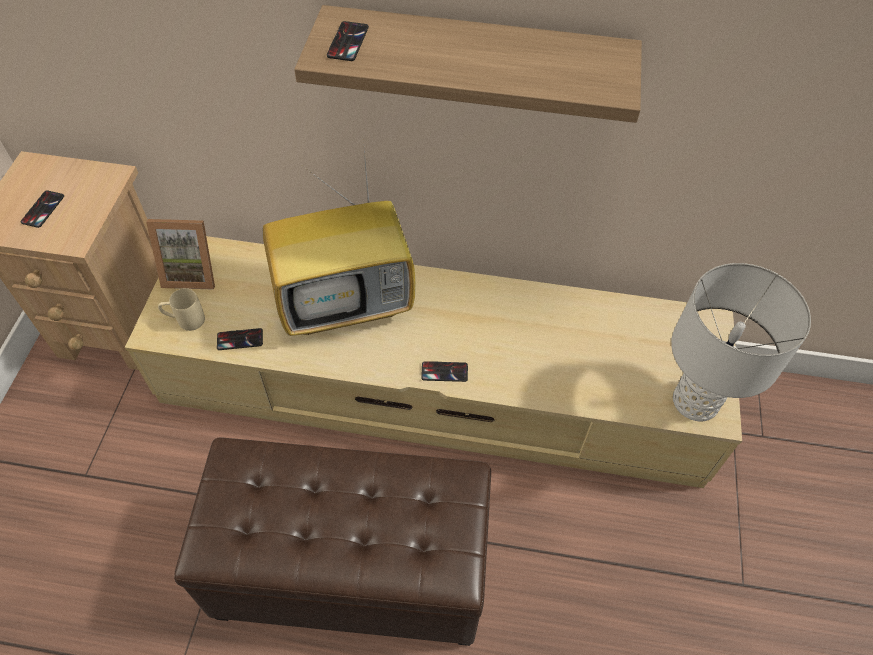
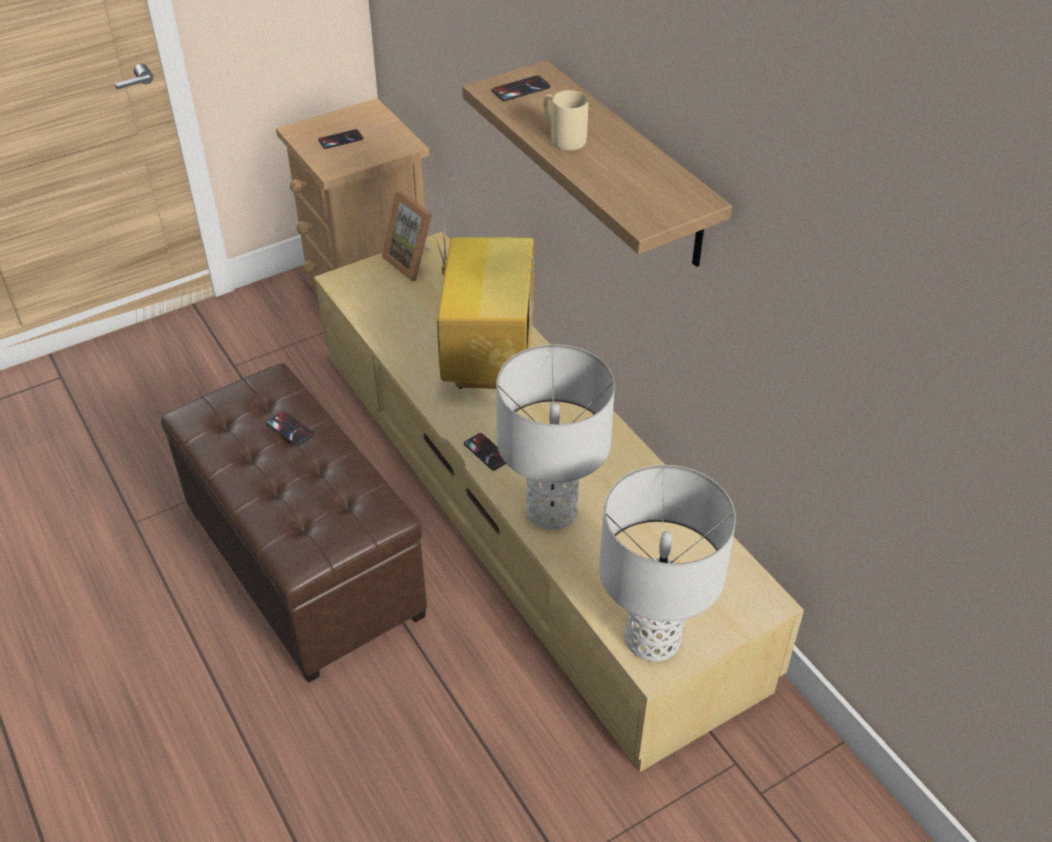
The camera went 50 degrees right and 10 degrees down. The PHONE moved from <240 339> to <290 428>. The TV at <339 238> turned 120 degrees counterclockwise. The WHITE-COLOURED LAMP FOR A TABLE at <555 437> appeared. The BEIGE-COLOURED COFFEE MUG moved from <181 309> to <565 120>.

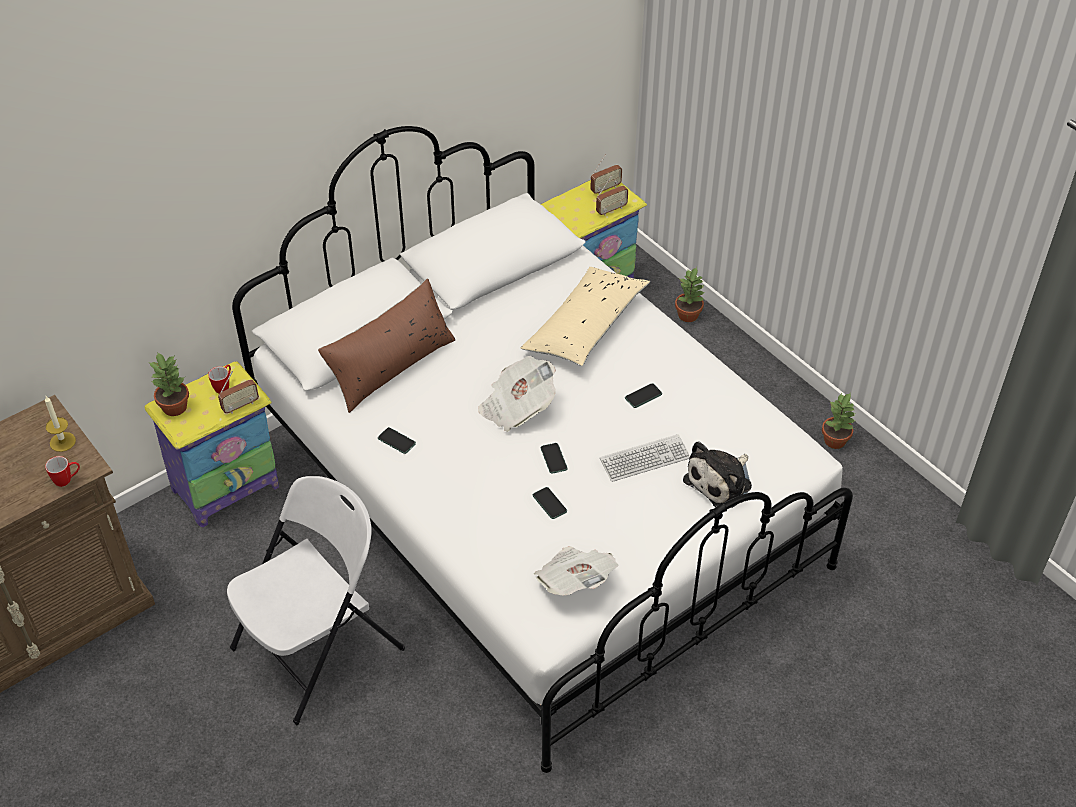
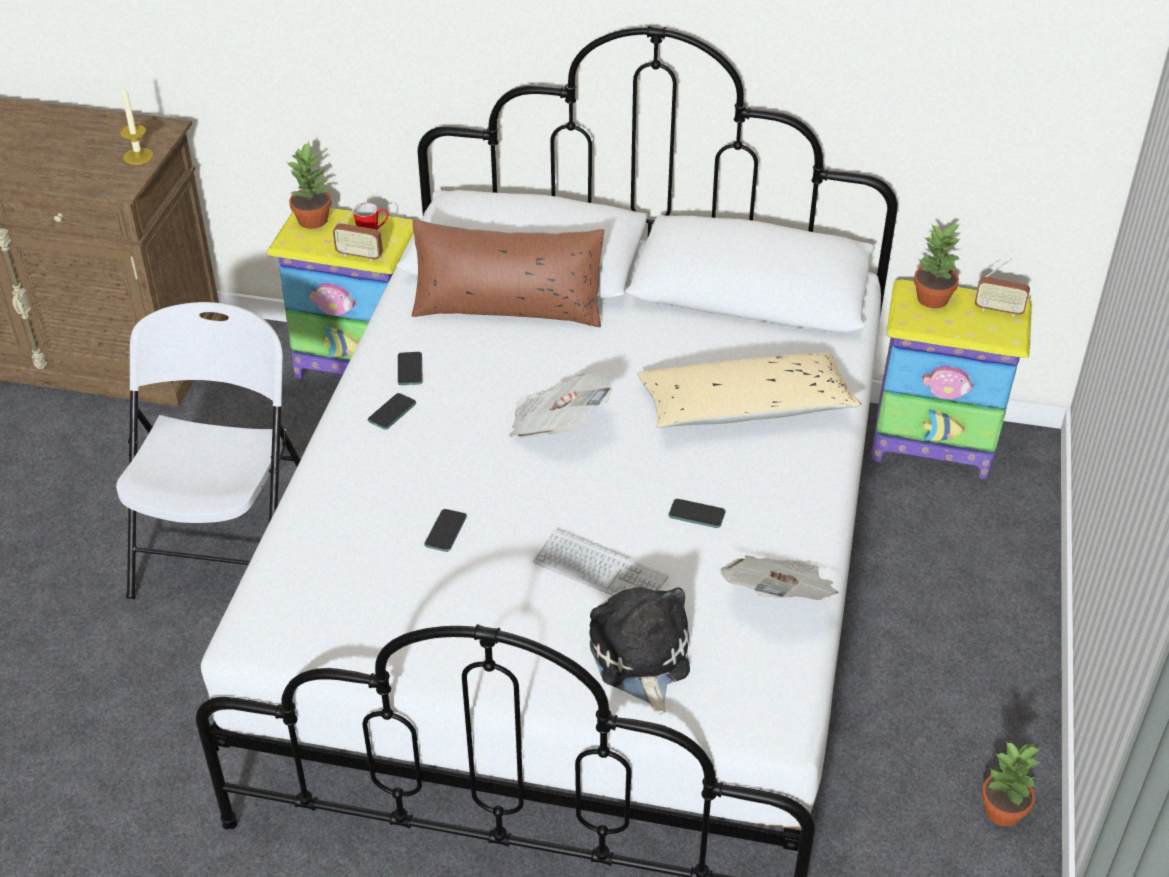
The camera went 50 degrees right and 5 degrees down. The WHITE-COLOURED PLAIN CHAIR at <316 600> turned 90 degrees counterclockwise. The PHONE moved from <554 458> to <392 411>. The SOFT TOY at <717 474> turned 75 degrees clockwise. The DAILY PAPER moved from <576 570> to <779 577>. The POTTED PLANT moved from <690 294> to <937 266>. The COFFEE MUG at <62 471> disappeared. The RADIO at <612 195> disappeared.

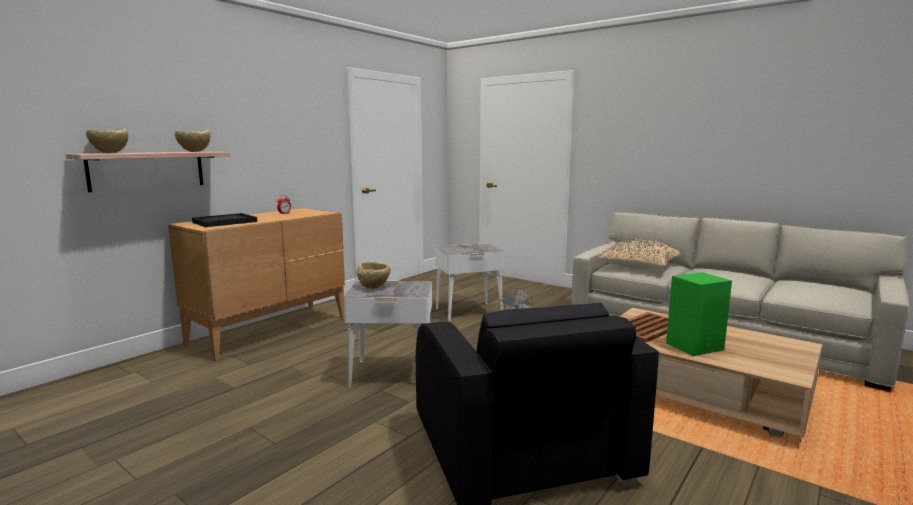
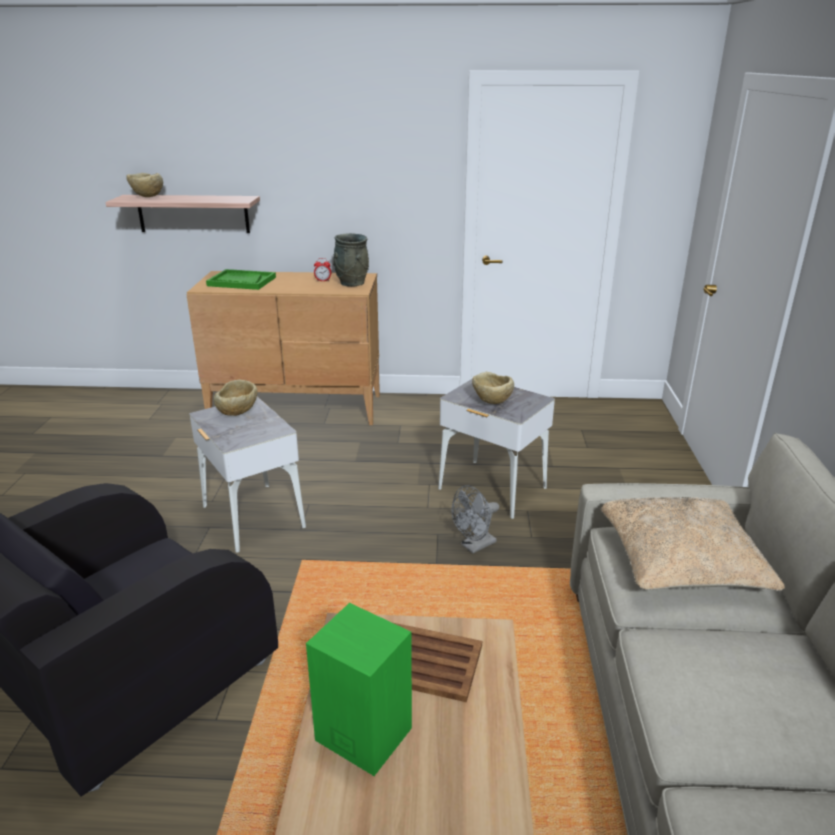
The camera went 55 degrees right and 15 degrees up. The BLACK TRAY at <224 220> became the GREENISH TRAY at <241 279>. The GRAY VASE at <351 260> appeared. The BEIGE-COLOURED DEEP DISH moved from <193 141> to <493 388>.

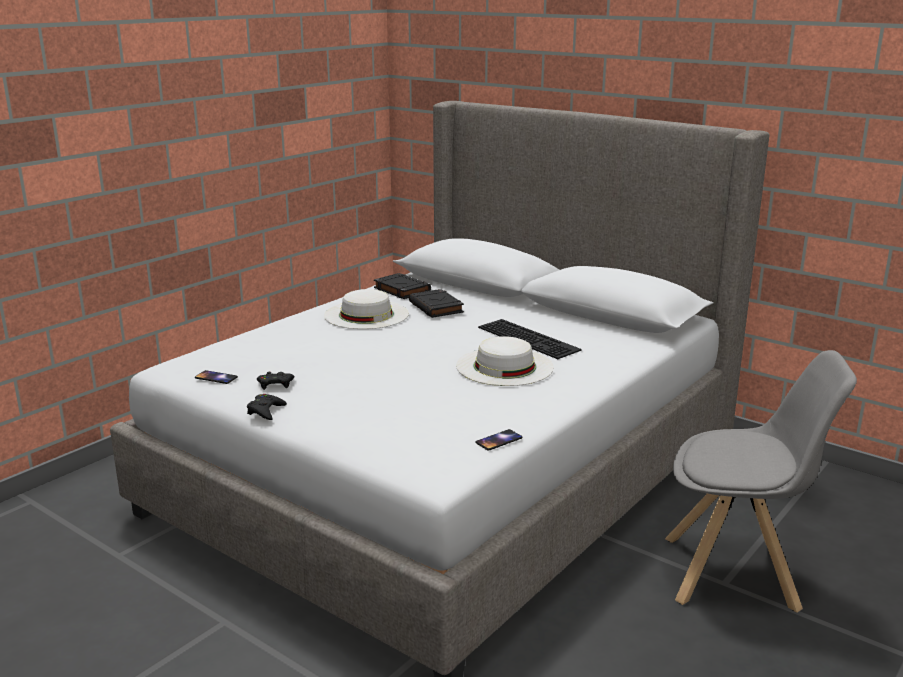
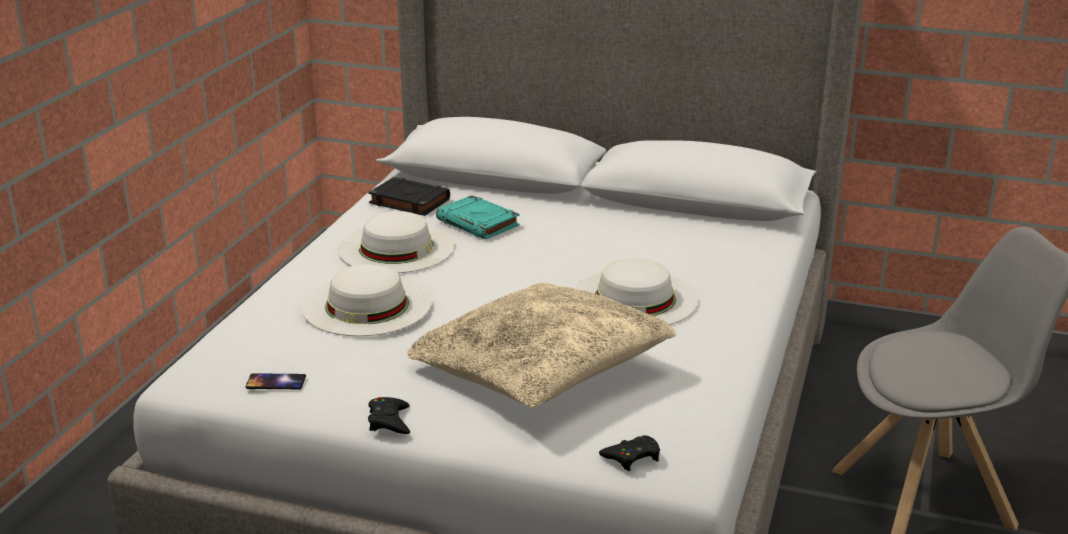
The camera went 20 degrees left and 5 degrees up. The WHITE-COLOURED CLOTHING HAT at <366 300> appeared. The BEIGE-COLOURED CUSHION at <541 345> appeared. The BLACK BOUND BOOK at <436 303> became the TURQUOISE BOUND BOOK at <478 217>. The BLACK JOYPAD moved from <275 381> to <629 453>. The PHONE at <499 440> disappeared. The KEYBOARD at <530 339> disappeared.

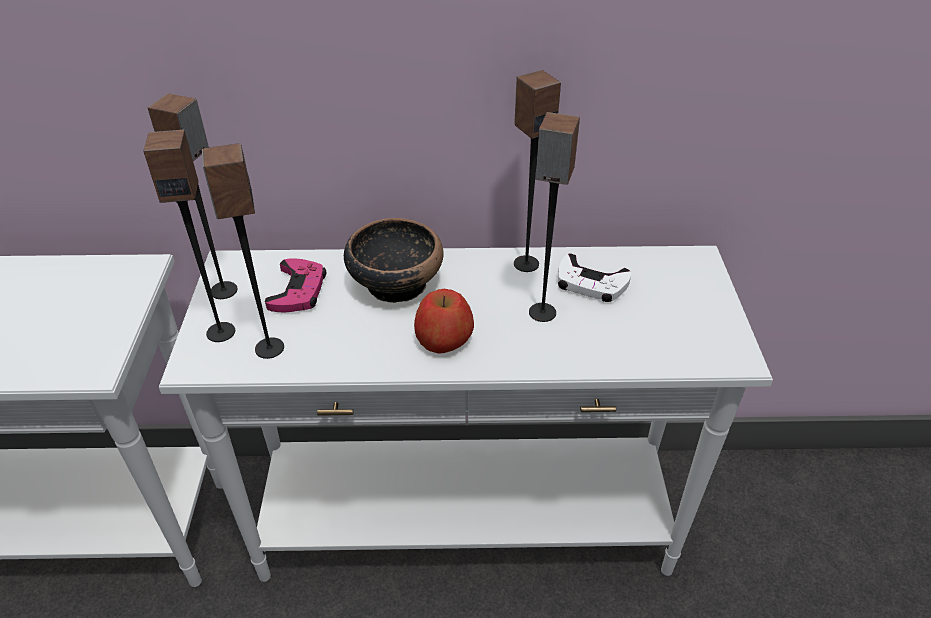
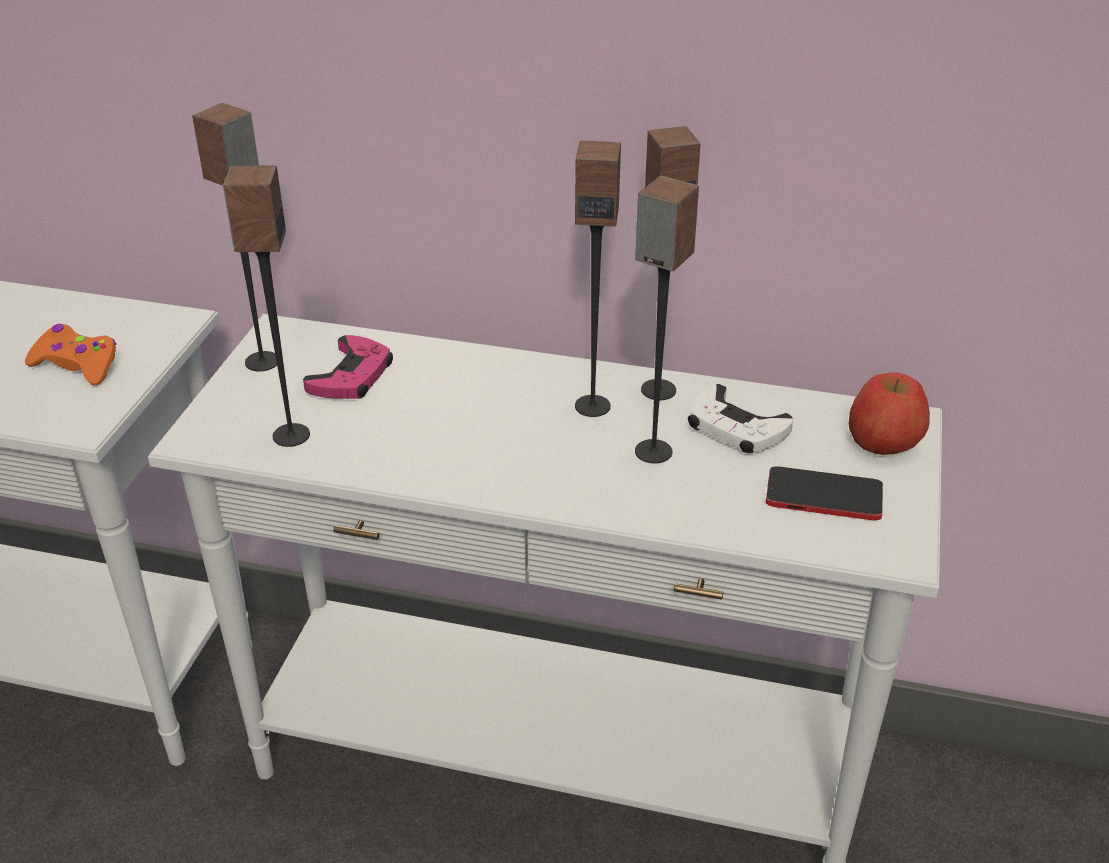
The camera went 15 degrees right and 5 degrees down. The ORANGEY JOYPAD at <71 355> appeared. The AUDIO SPEAKER moved from <189 236> to <598 278>. The PHONE at <824 493> appeared. The APPLE moved from <444 321> to <889 414>. The DEEP DISH at <394 260> disappeared.

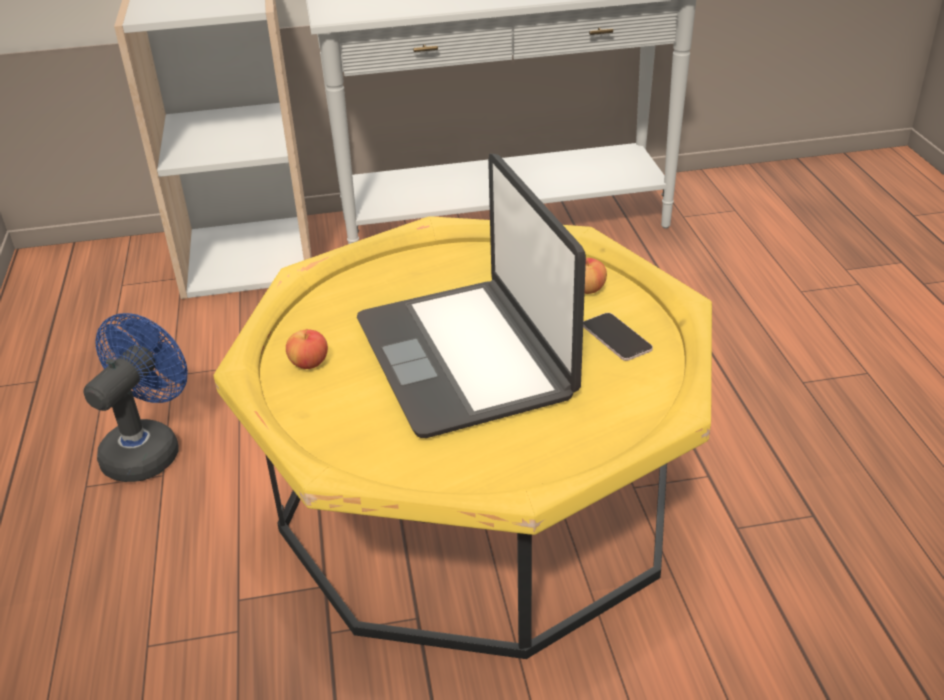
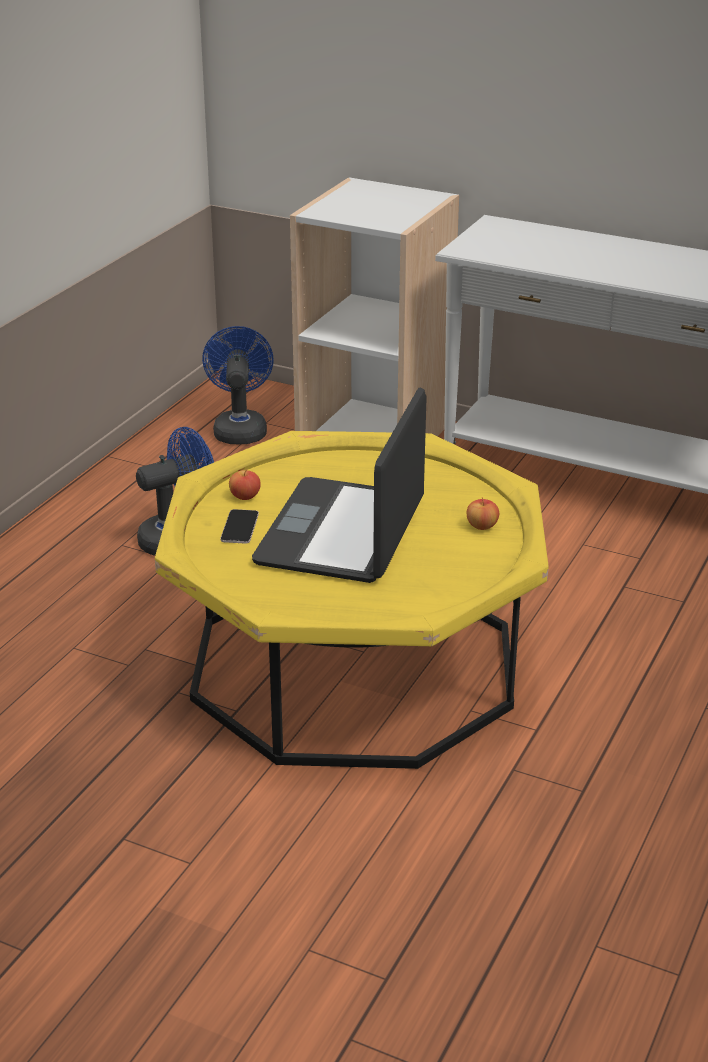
The camera went 35 degrees right and 5 degrees down. The BLUE COOLING FAN at <238 385> appeared. The PHONE moved from <618 337> to <239 526>.

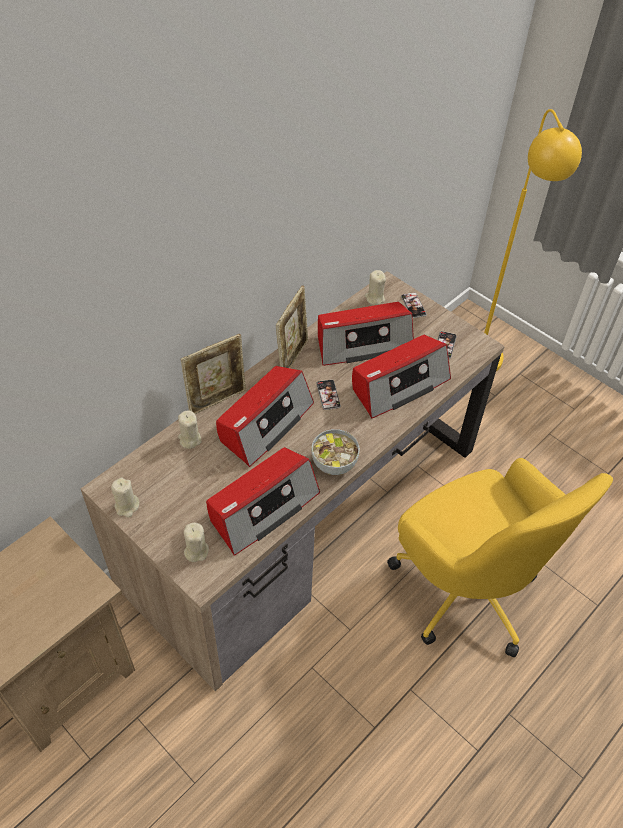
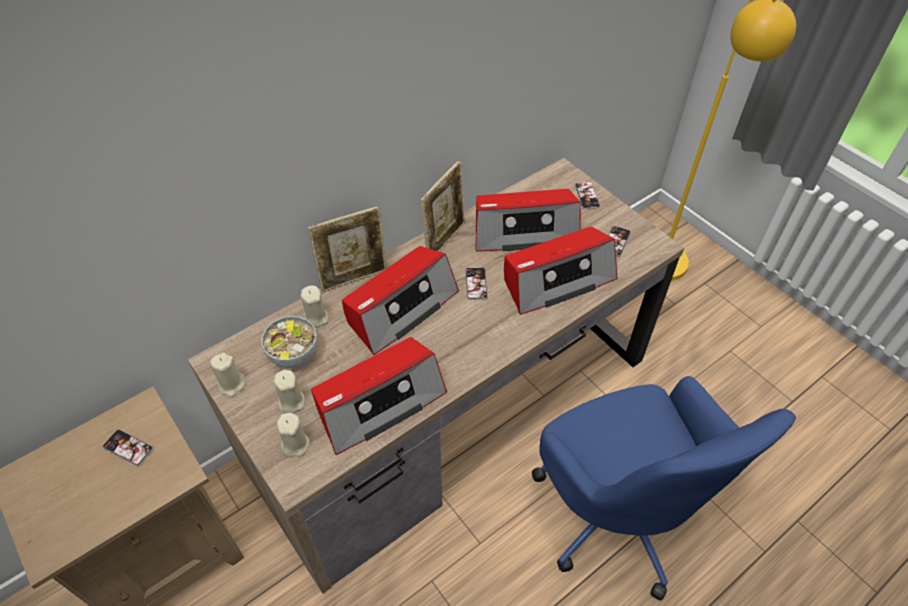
The camera went 10 degrees right and 0 degrees up. The PHONE at <128 447> appeared. The DEEP DISH moved from <335 452> to <289 342>. The BEIGE-COLOURED WAX LIGHT moved from <375 287> to <289 391>. The YELLOWISH COMPUTER CHAIR at <500 557> became the BLUE COMPUTER CHAIR at <664 488>.

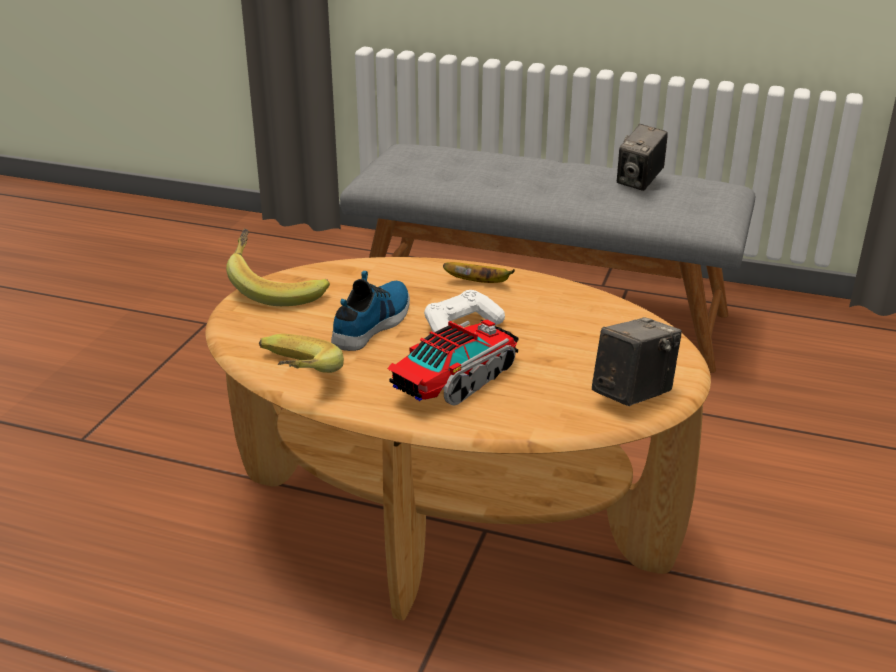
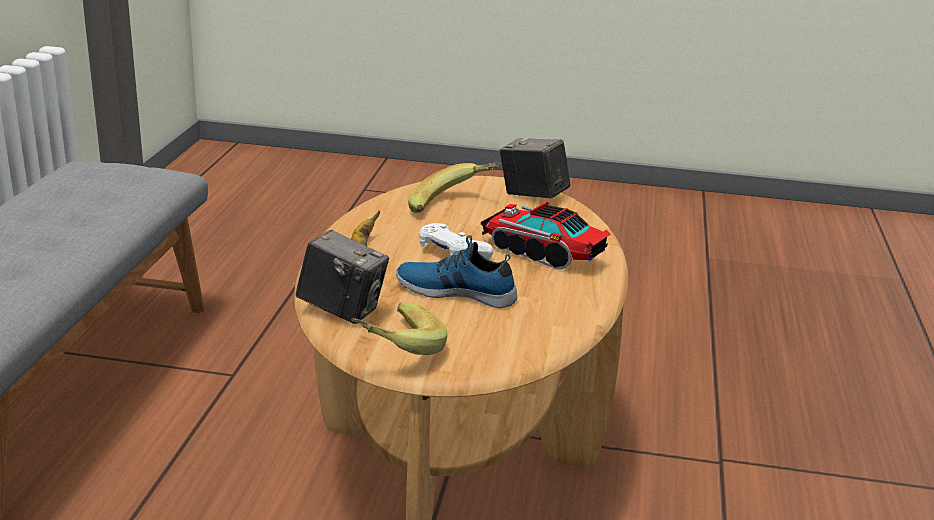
The camera went 100 degrees left and 5 degrees down. The PHOTO CAMERA moved from <642 157> to <342 277>. The BANANA FRUIT moved from <301 353> to <454 188>.

